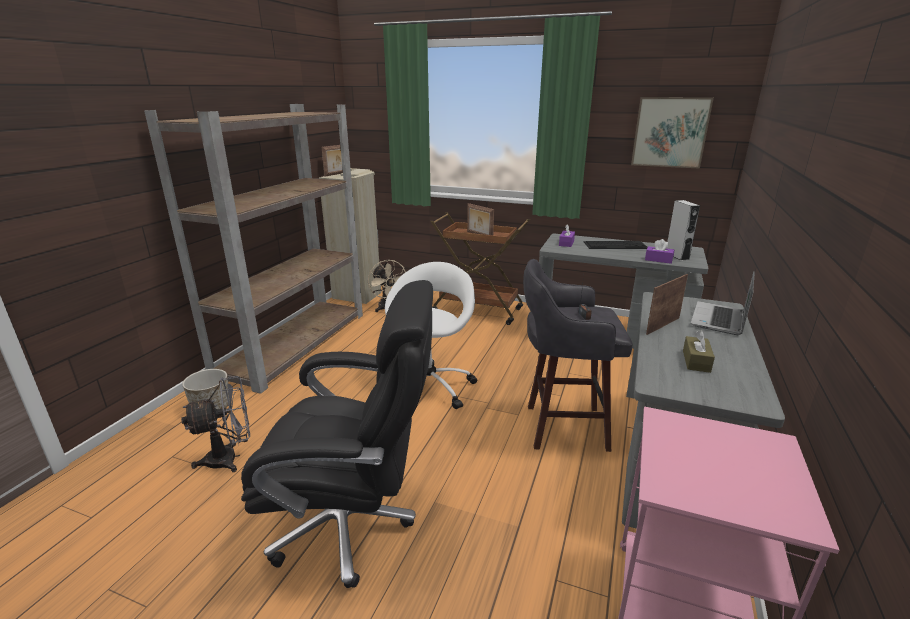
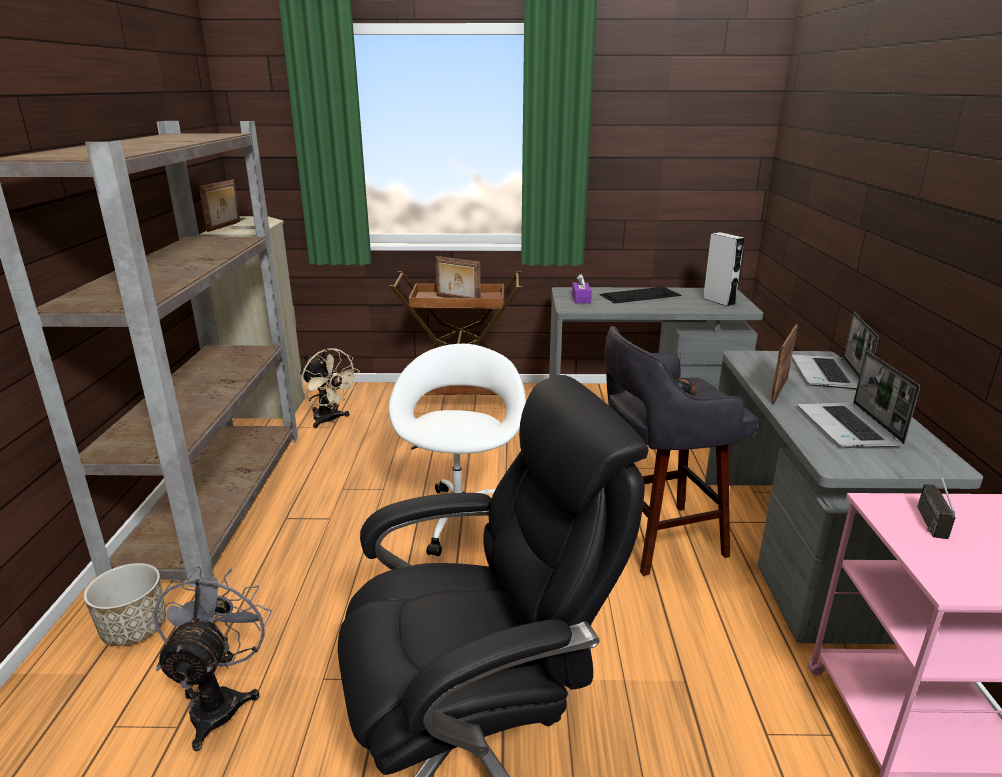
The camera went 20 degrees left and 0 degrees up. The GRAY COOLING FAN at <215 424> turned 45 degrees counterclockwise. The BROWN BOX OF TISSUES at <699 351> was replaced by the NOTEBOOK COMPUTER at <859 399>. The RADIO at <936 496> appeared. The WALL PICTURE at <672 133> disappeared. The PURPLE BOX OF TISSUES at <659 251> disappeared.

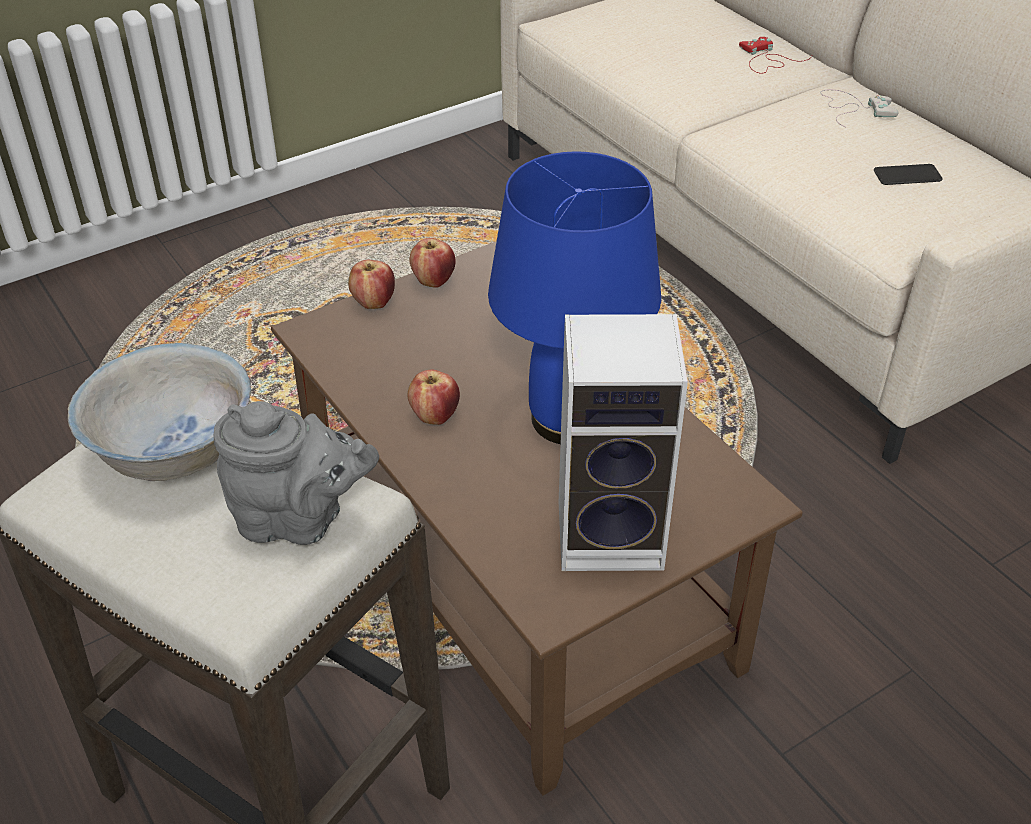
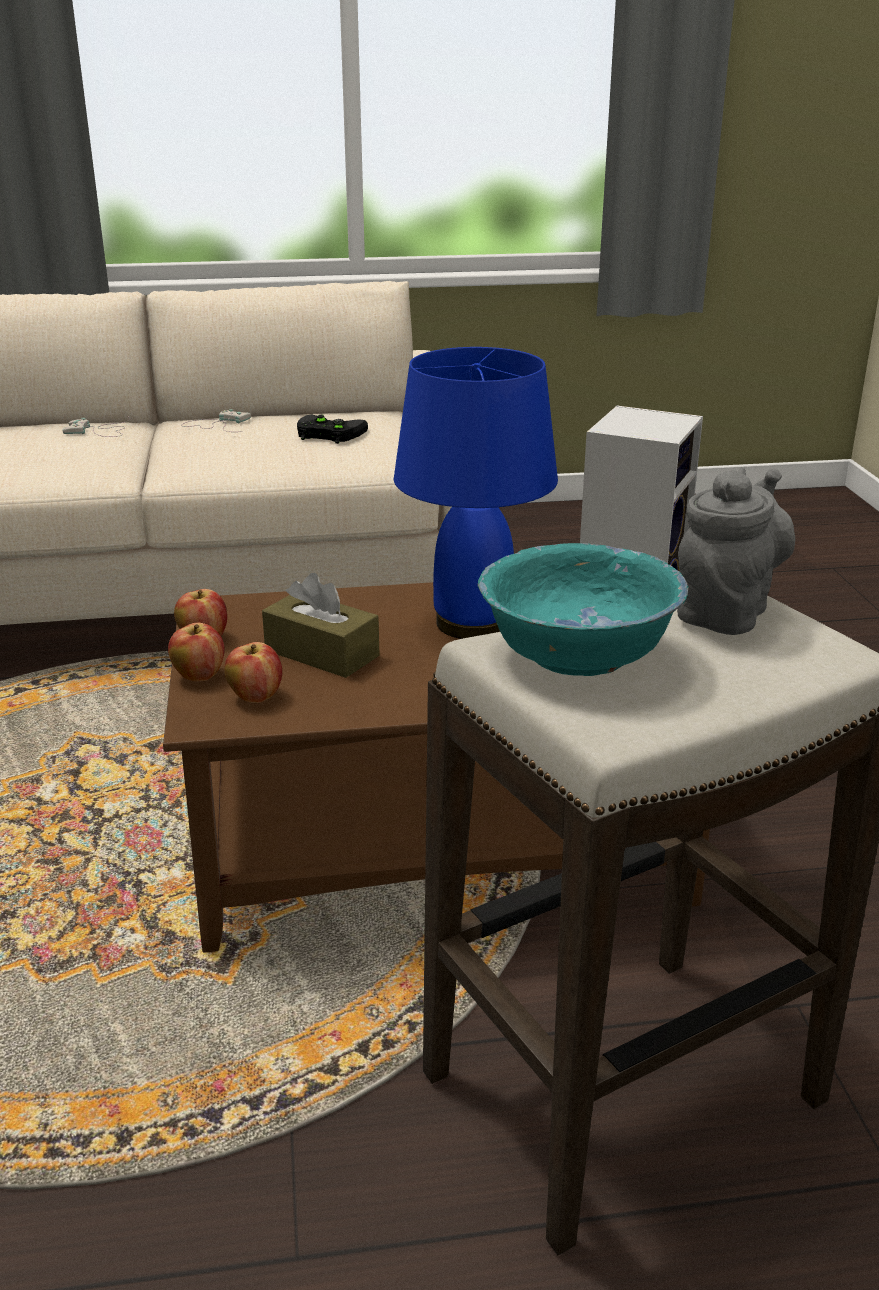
The camera went 65 degrees left and 15 degrees down. The RED-COLOURED JOYPAD at <775 55> became the WHITE-COLOURED JOYPAD at <96 426>. The APPLE moved from <433 397> to <253 672>. The BROWN BOX OF TISSUES at <321 625> appeared. The PHONE at <908 174> was replaced by the BLACK JOYPAD at <332 429>. The WHITE-COLOURED DEEP DISH at <159 412> became the TURQUOISE DEEP DISH at <583 609>.

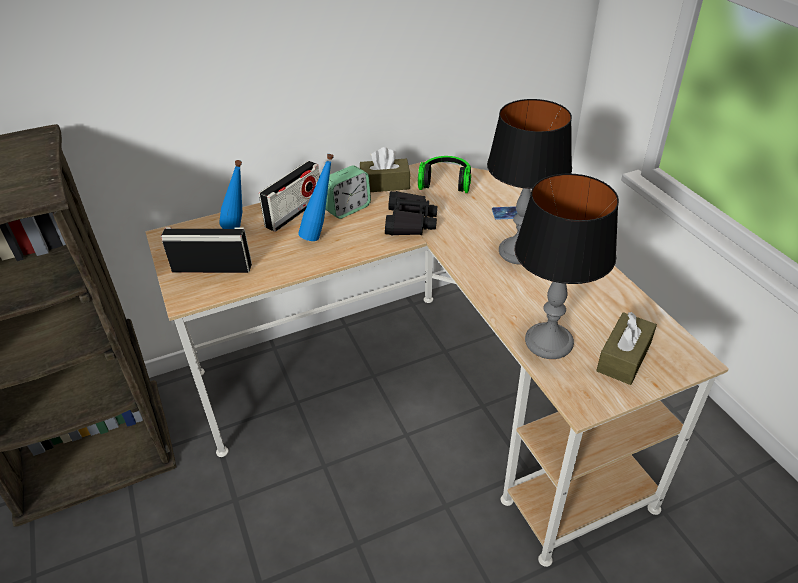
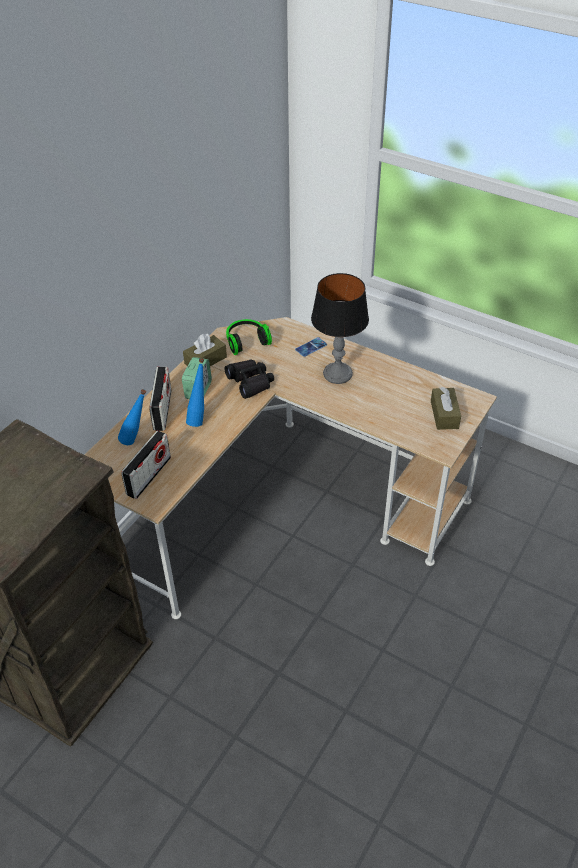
The camera went 35 degrees left and 5 degrees up. The RADIO at <206 250> turned 150 degrees clockwise. The LAMP FOR A TABLE at <567 266> disappeared.

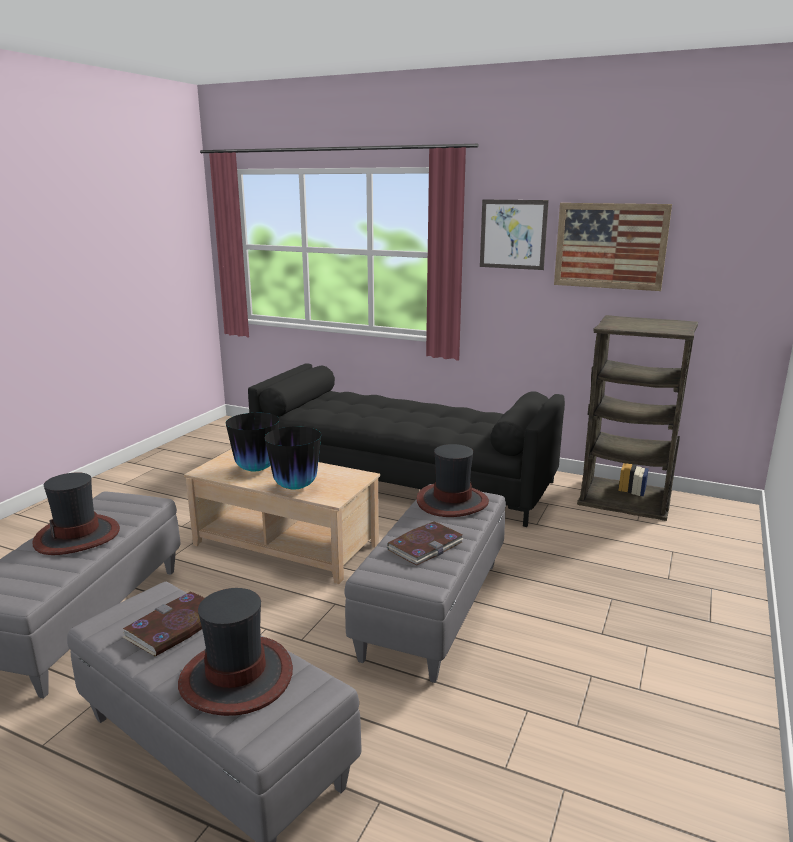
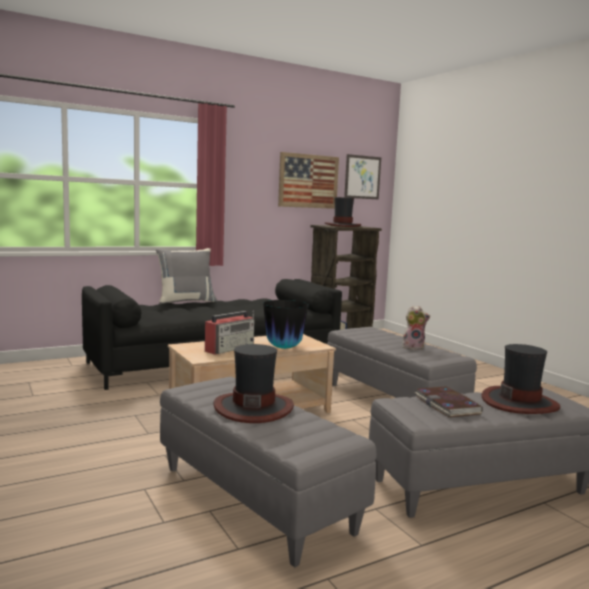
The camera went 55 degrees left and 10 degrees down. The GRAY CUSHION at <187 276> appeared. The VASE at <252 442> was replaced by the RADIO at <230 332>. The CLOTHING HAT moved from <452 480> to <342 212>. The WALL PICTURE moved from <514 234> to <362 176>. The BOUND BOOK at <425 543> was replaced by the SOFT TOY at <416 328>.

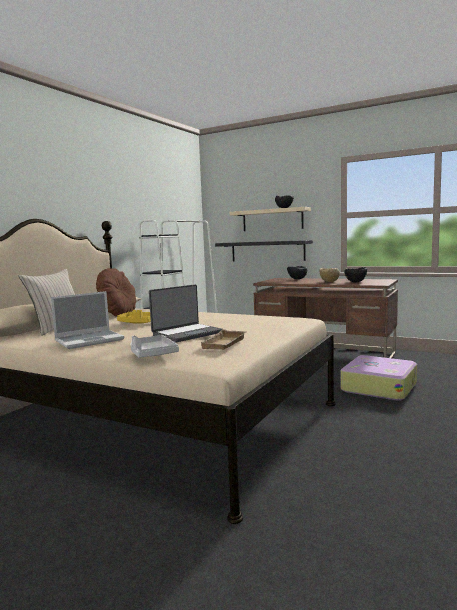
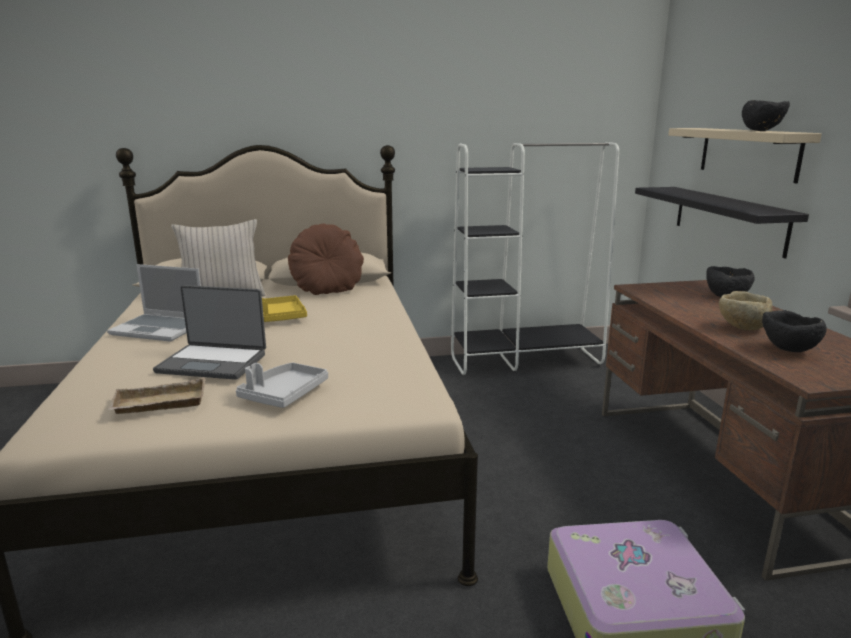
The camera went 50 degrees right and 10 degrees up. The GRAY TRAY moved from <155 346> to <282 385>.

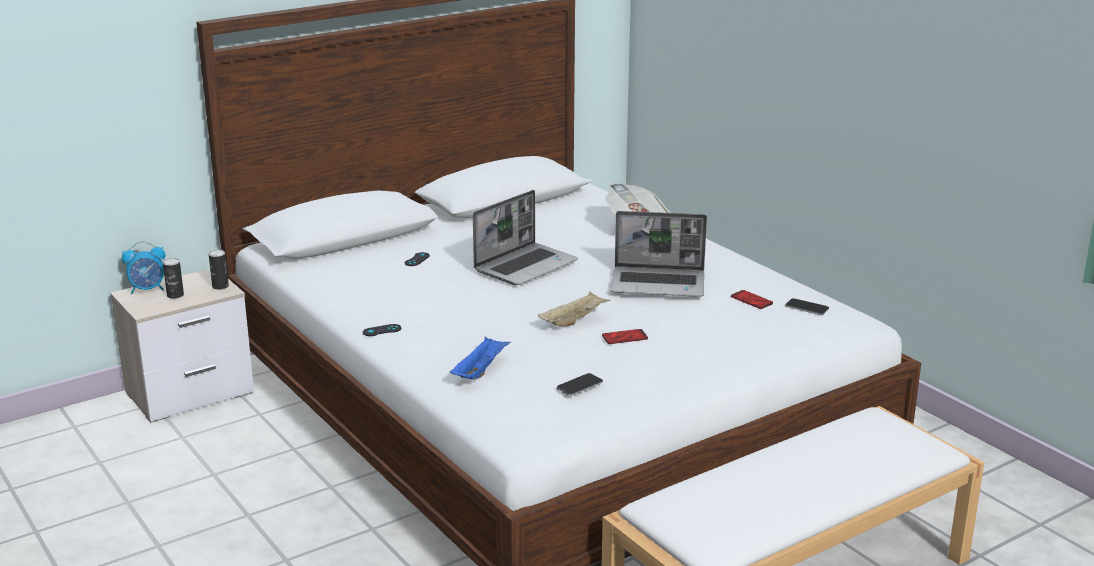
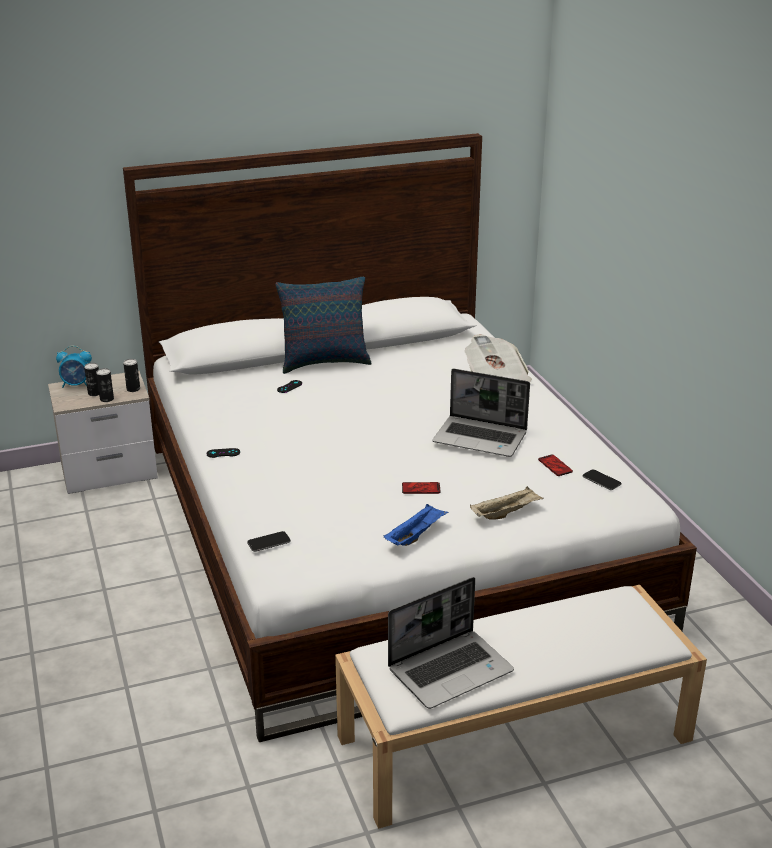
The camera went 15 degrees right and 5 degrees up. The CAN at <105 385> appeared. The PHONE moved from <580 384> to <269 541>. The BLUE CUSHION at <323 325> appeared. The BLUE TRAY moved from <480 358> to <416 525>. The NOTEBOOK COMPUTER moved from <525 237> to <451 643>. The BEIGE-COLOURED TRAY moved from <574 309> to <507 503>.

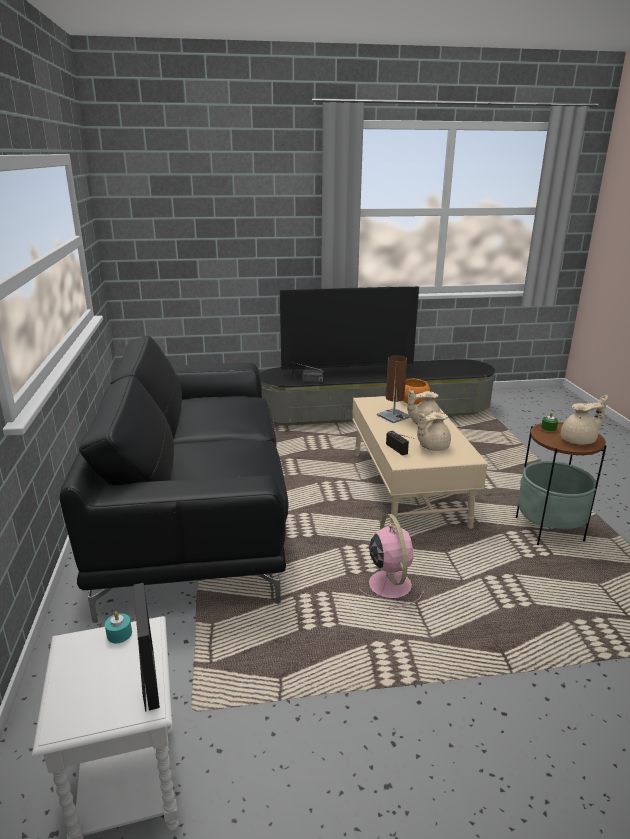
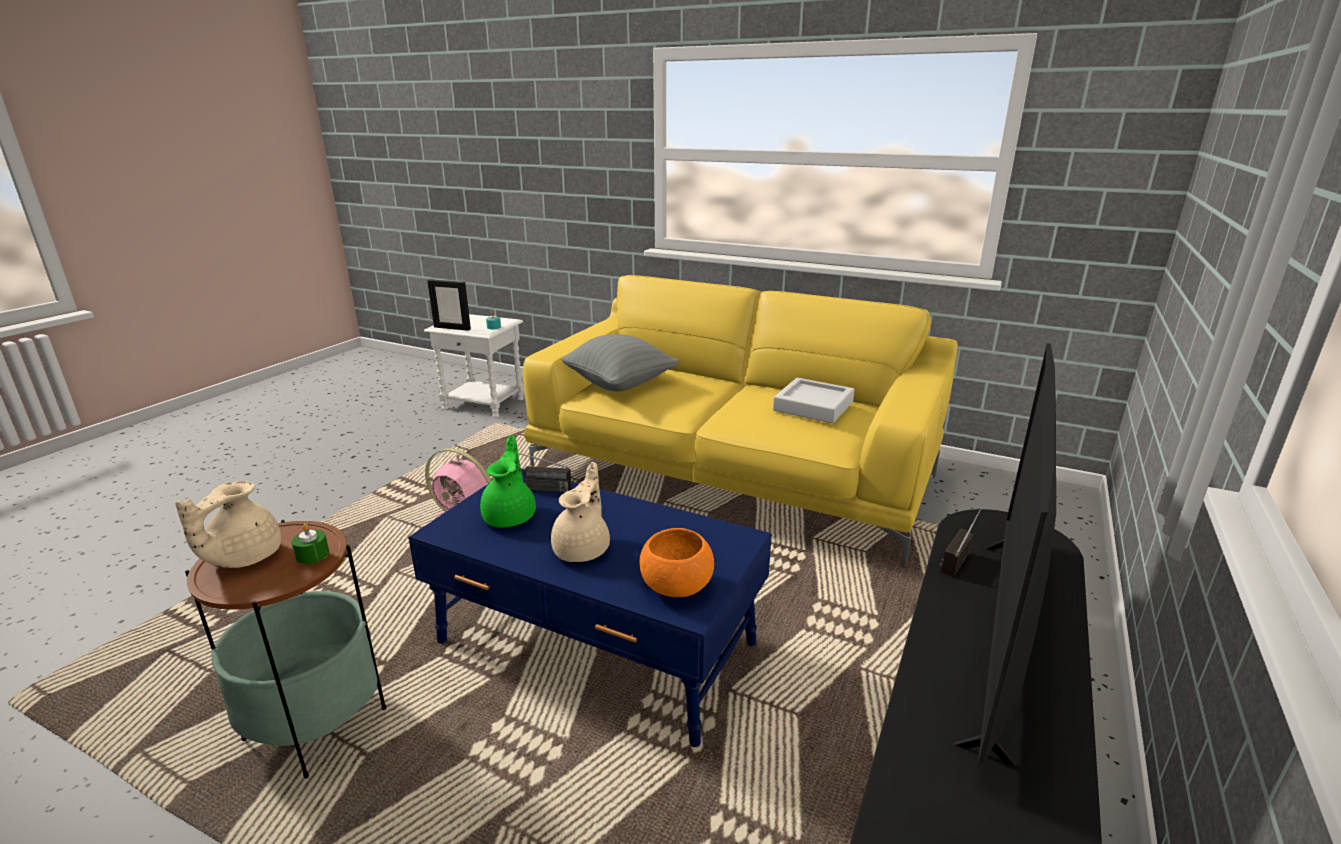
The camera went 125 degrees right and 0 degrees up. The BEIGE-COLOURED COFFEE TABLE at <420 462> became the BLUE COFFEE TABLE at <590 607>. The BEIGE-COLOURED POT FOR TEA at <434 431> became the GREENISH POT FOR TEA at <508 481>. The BLACK SOFA at <174 479> became the YELLOWISH SOFA at <740 421>. The GRAY CUSHION at <620 362> appeared. The GRAY TRAY at <814 400> appeared. The BROWN LAMP FOR A TABLE at <393 389> disappeared.

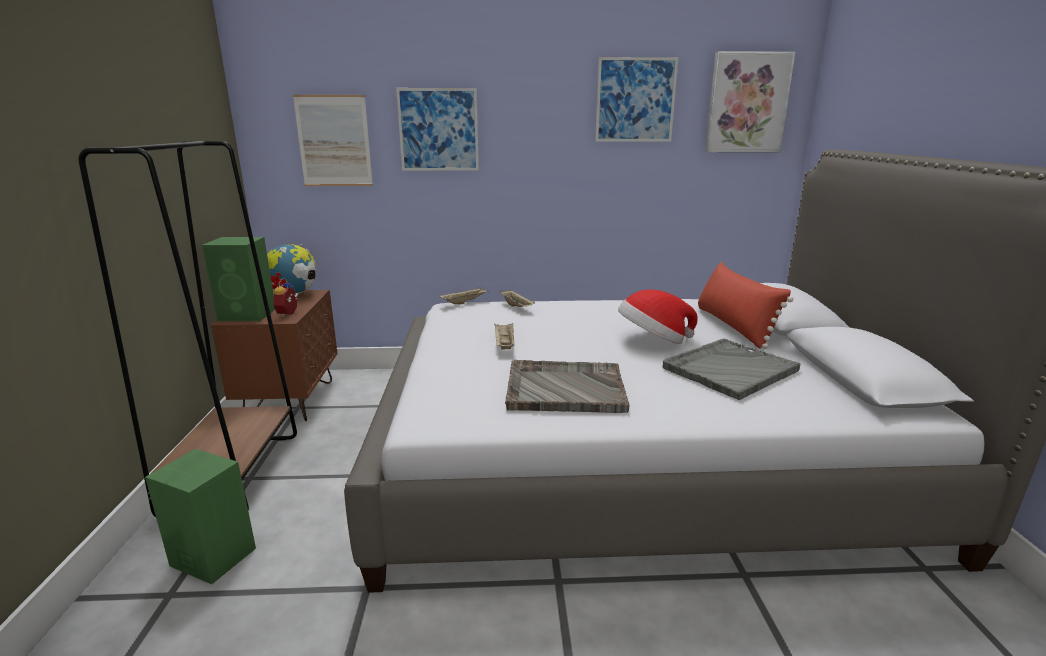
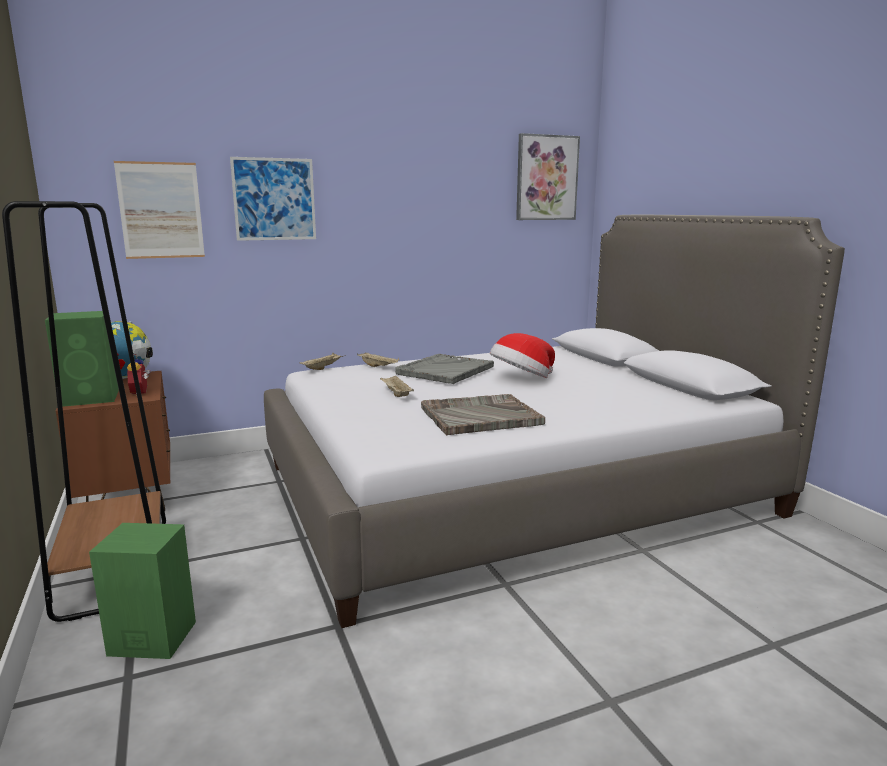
The camera went 20 degrees left and 5 degrees down. The GRAY TRAY moved from <731 369> to <444 369>. The WALL PICTURE at <636 99> disappeared. The RED-COLOURED CUSHION at <746 305> disappeared.

